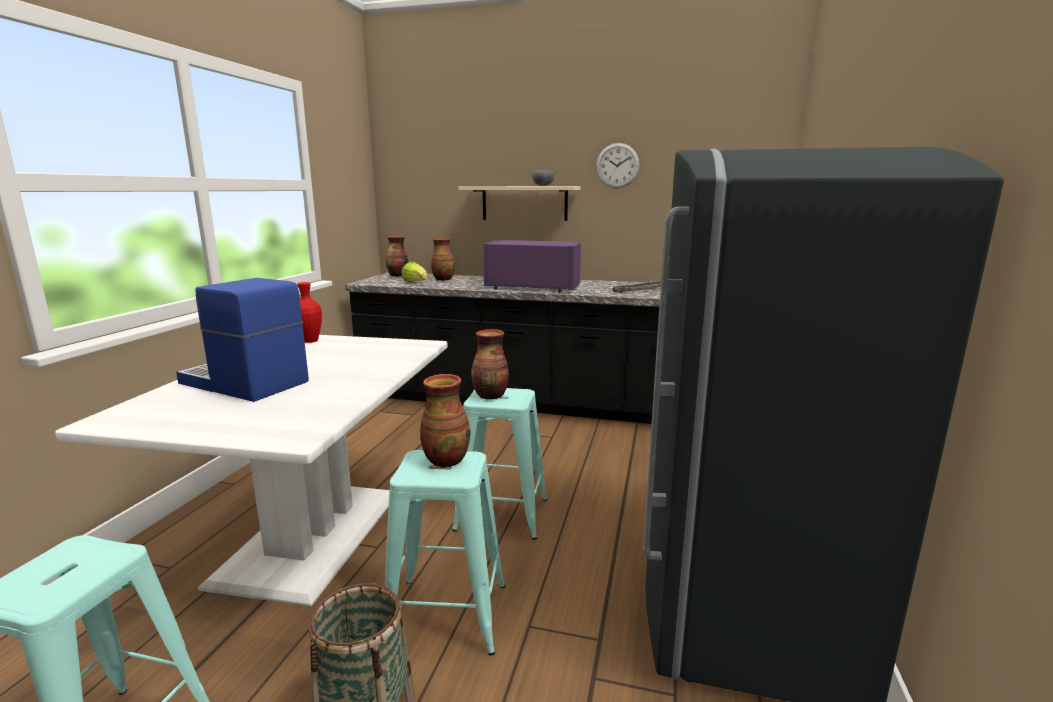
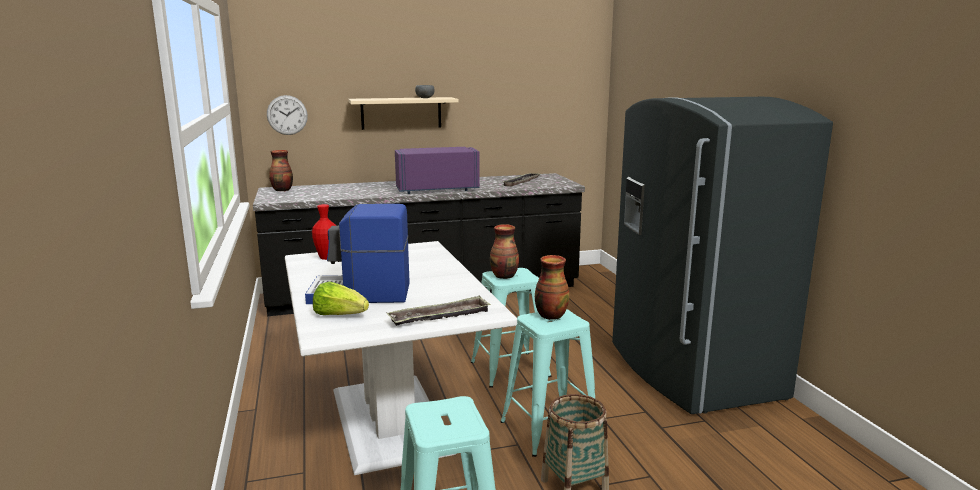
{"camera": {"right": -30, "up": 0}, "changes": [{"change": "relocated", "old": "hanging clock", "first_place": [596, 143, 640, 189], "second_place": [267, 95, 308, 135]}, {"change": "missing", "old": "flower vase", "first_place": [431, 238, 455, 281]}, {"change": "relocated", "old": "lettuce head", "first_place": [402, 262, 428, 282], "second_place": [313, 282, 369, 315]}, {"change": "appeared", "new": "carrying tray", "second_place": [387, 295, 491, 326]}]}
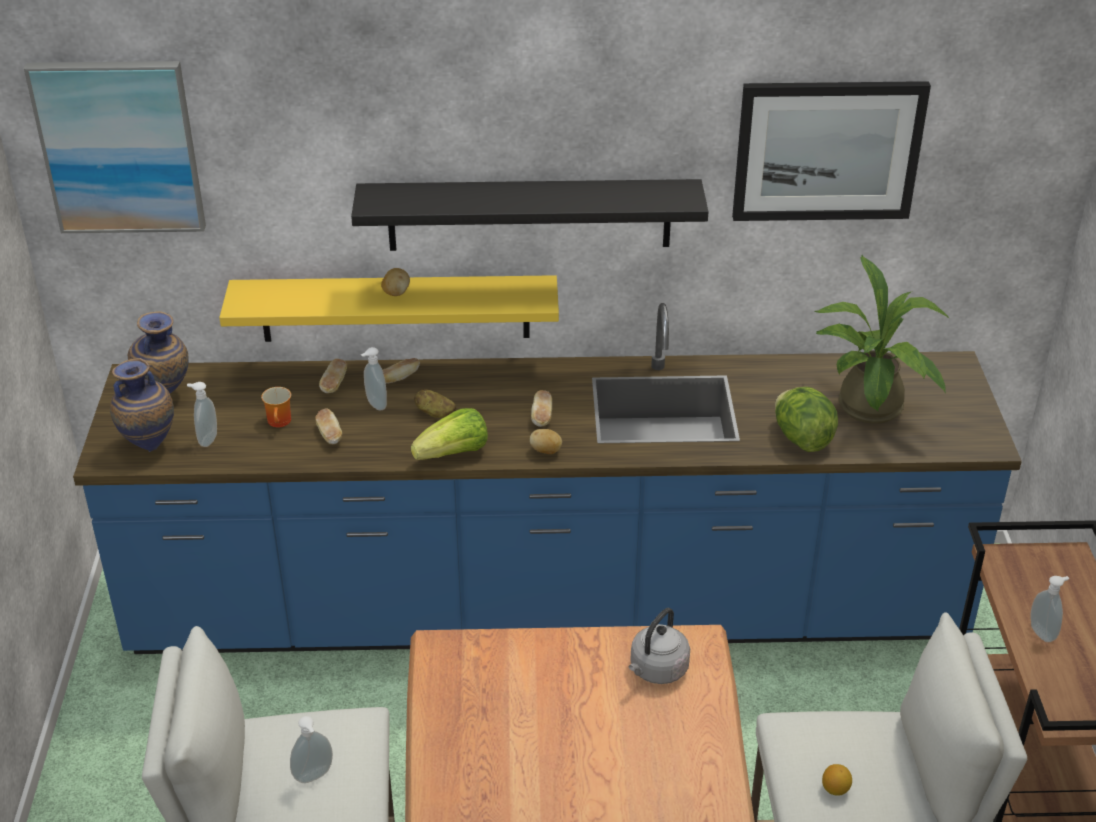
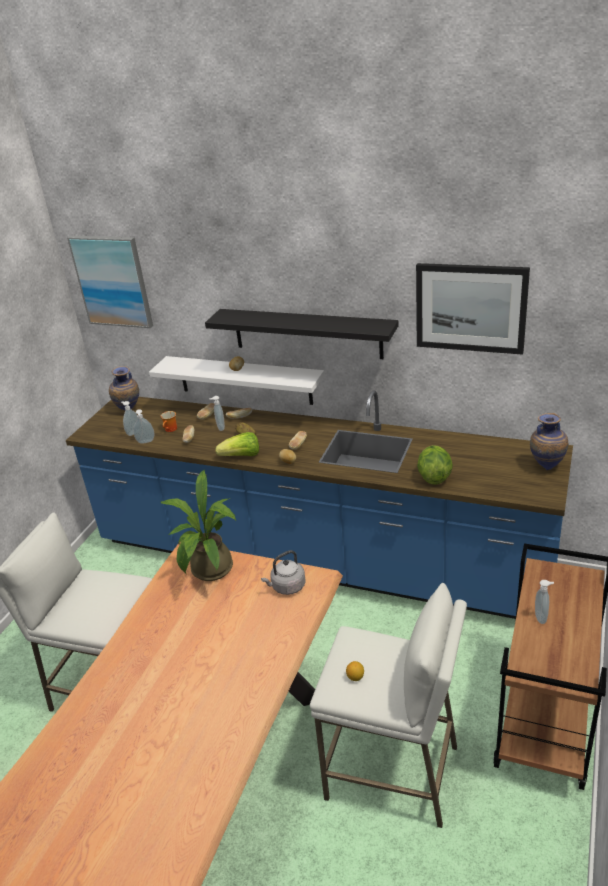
{"camera": {"right": 25, "up": -5}, "changes": [{"change": "relocated", "old": "plant in a pot", "first_place": [815, 254, 950, 424], "second_place": [160, 470, 236, 581]}, {"change": "colour", "old": "yellow wall shelf", "new": "white-coloured wall shelf", "first_place": [219, 275, 559, 342], "second_place": [149, 356, 325, 405]}, {"change": "relocated", "old": "flower vase", "first_place": [110, 358, 174, 452], "second_place": [530, 413, 569, 470]}, {"change": "relocated", "old": "liquid soap bottle", "first_place": [290, 716, 333, 783], "second_place": [133, 409, 154, 444]}]}
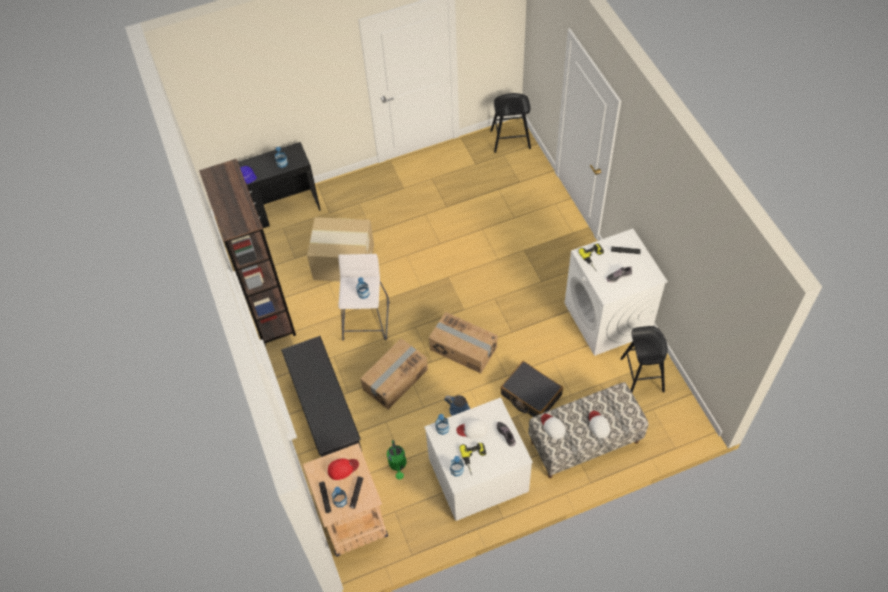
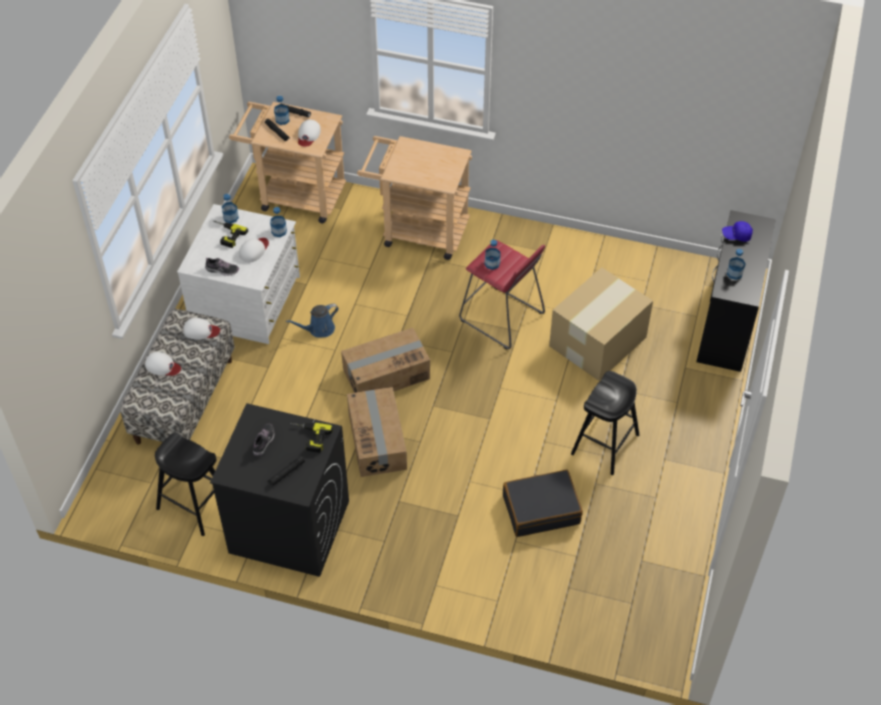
{"camera": {"right": 125, "up": -5}, "changes": [{"change": "relocated", "old": "black-coloured stool", "first_place": [490, 93, 531, 153], "second_place": [571, 371, 639, 475]}, {"change": "missing", "old": "brown bookcase", "first_place": [199, 159, 296, 346]}, {"change": "colour", "old": "white-coloured washing machine", "new": "black-coloured washing machine", "first_place": [565, 229, 668, 356], "second_place": [210, 403, 349, 577]}, {"change": "colour", "old": "white-coloured stool", "new": "red-coloured stool", "first_place": [338, 254, 390, 341], "second_place": [459, 240, 545, 350]}, {"change": "exchanged", "old": "black-coloured shoe rack", "new": "beige-coloured trolley", "first_place": [281, 336, 362, 457], "second_place": [357, 136, 472, 260]}, {"change": "relocated", "old": "carton", "first_place": [360, 339, 428, 410], "second_place": [347, 387, 407, 477]}, {"change": "relocated", "old": "black-coloured travel case", "first_place": [500, 361, 563, 417], "second_place": [503, 470, 583, 537]}, {"change": "missing", "old": "green-coloured watering pot", "first_place": [387, 440, 407, 479]}, {"change": "colour", "old": "red-coloured baseball cap", "new": "white-coloured baseball cap", "first_place": [328, 458, 359, 480], "second_place": [298, 120, 321, 146]}]}
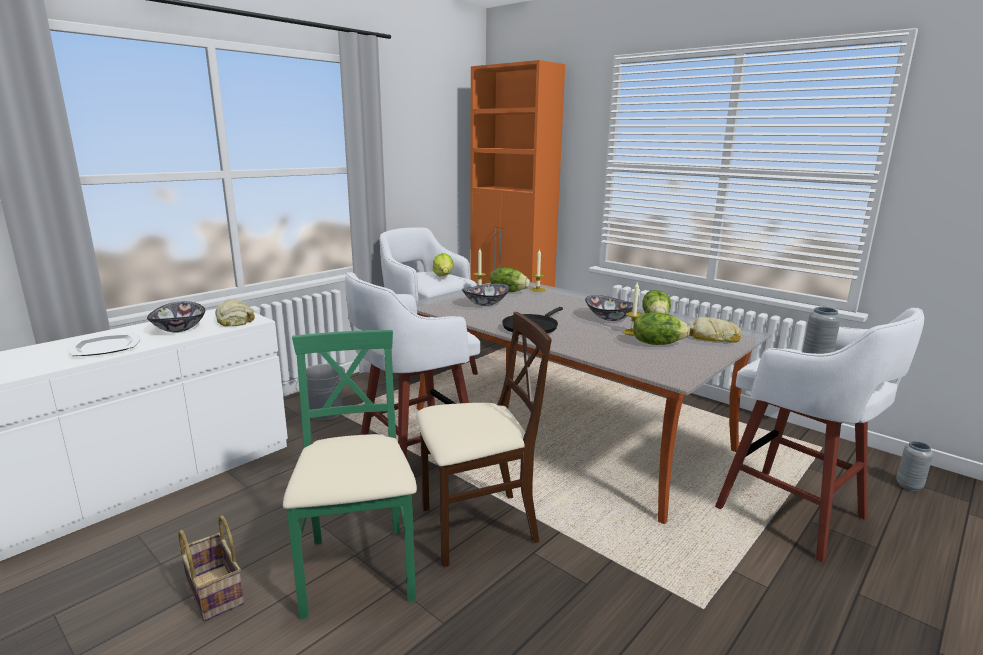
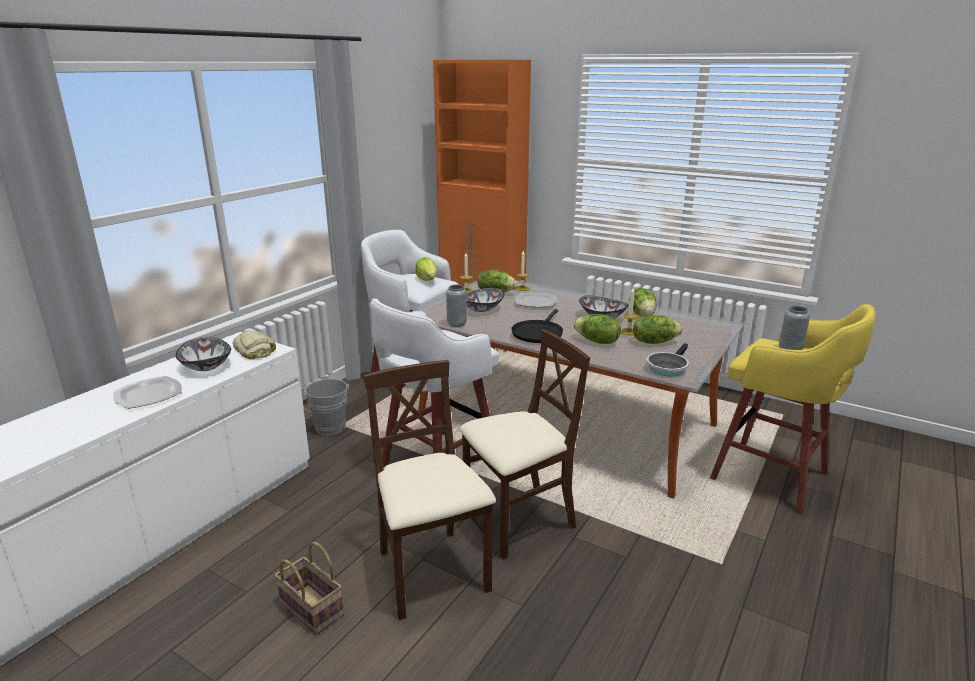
{"camera": {"right": -10, "up": 5}, "changes": [{"change": "colour", "old": "white-coloured stool", "new": "yellow stool", "first_place": [715, 308, 924, 563], "second_place": [710, 304, 876, 515]}, {"change": "missing", "old": "bakery bread", "first_place": [688, 317, 742, 342]}, {"change": "colour", "old": "green-coloured chair", "new": "beige-coloured chair", "first_place": [283, 330, 417, 619], "second_place": [363, 360, 496, 620]}, {"change": "relocated", "old": "gray flower vase", "first_place": [896, 441, 933, 491], "second_place": [446, 285, 467, 327]}, {"change": "appeared", "new": "plate", "second_place": [514, 292, 557, 307]}, {"change": "appeared", "new": "lettuce head", "second_place": [574, 314, 621, 344]}, {"change": "appeared", "new": "skillet", "second_place": [646, 343, 689, 377]}]}
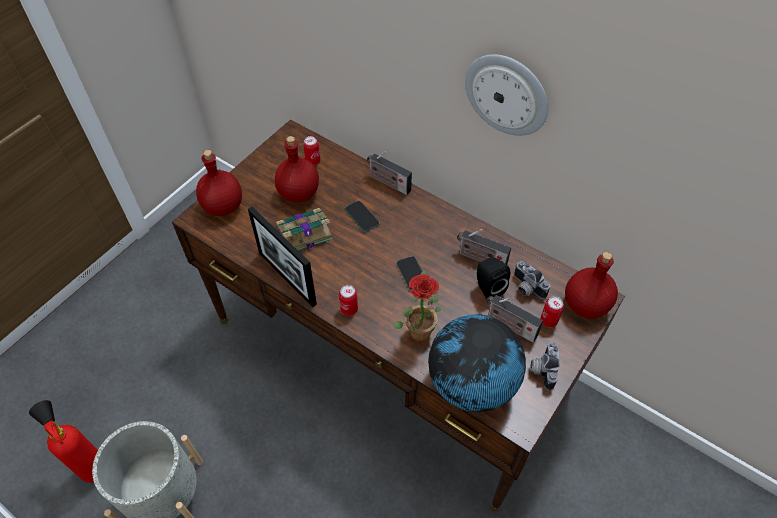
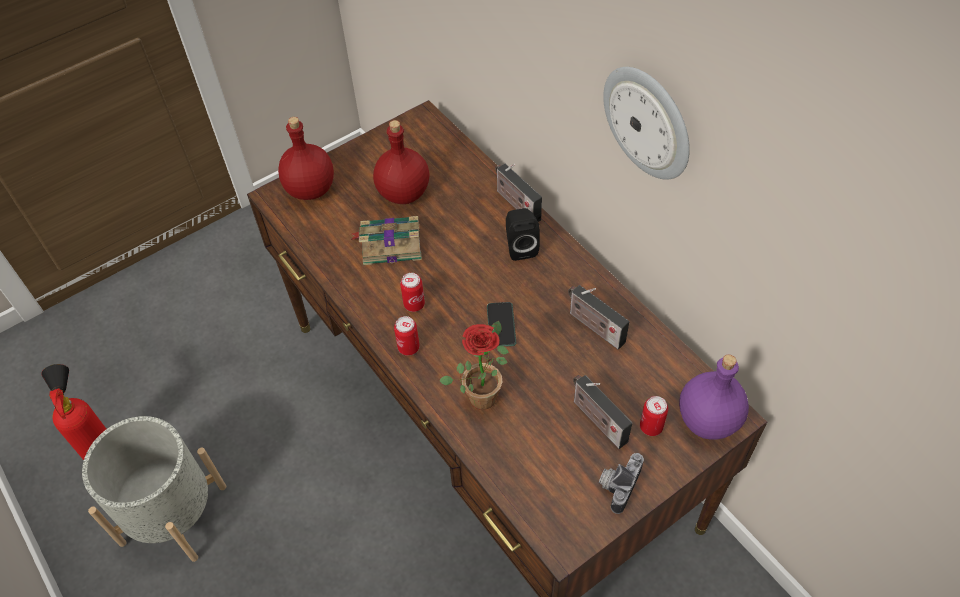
{"camera": {"right": 20, "up": 0}, "changes": [{"change": "relocated", "old": "metal can", "first_place": [303, 136, 321, 166], "second_place": [400, 273, 425, 312]}, {"change": "missing", "old": "telephone", "first_place": [344, 201, 380, 232]}, {"change": "missing", "old": "photo frame", "first_place": [248, 207, 317, 307]}, {"change": "colour", "old": "red-coloured beverage bottle", "new": "purple-coloured beverage bottle", "first_place": [565, 252, 618, 319], "second_place": [679, 355, 749, 439]}, {"change": "relocated", "old": "black-coloured speaker", "first_place": [477, 257, 510, 301], "second_place": [506, 208, 540, 261]}, {"change": "missing", "old": "still camera", "first_place": [514, 261, 550, 299]}, {"change": "missing", "old": "desk globe", "first_place": [428, 314, 526, 412]}]}
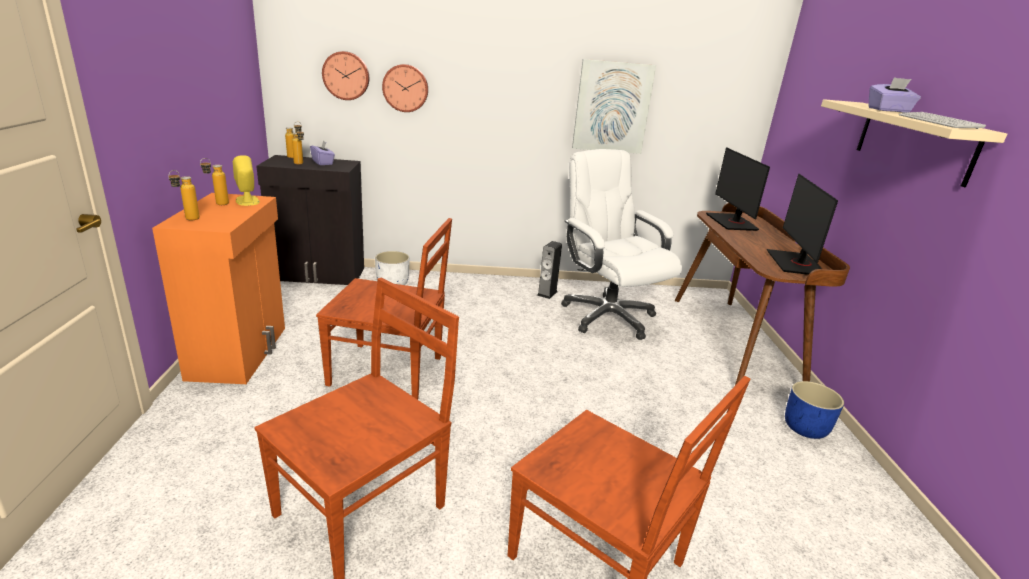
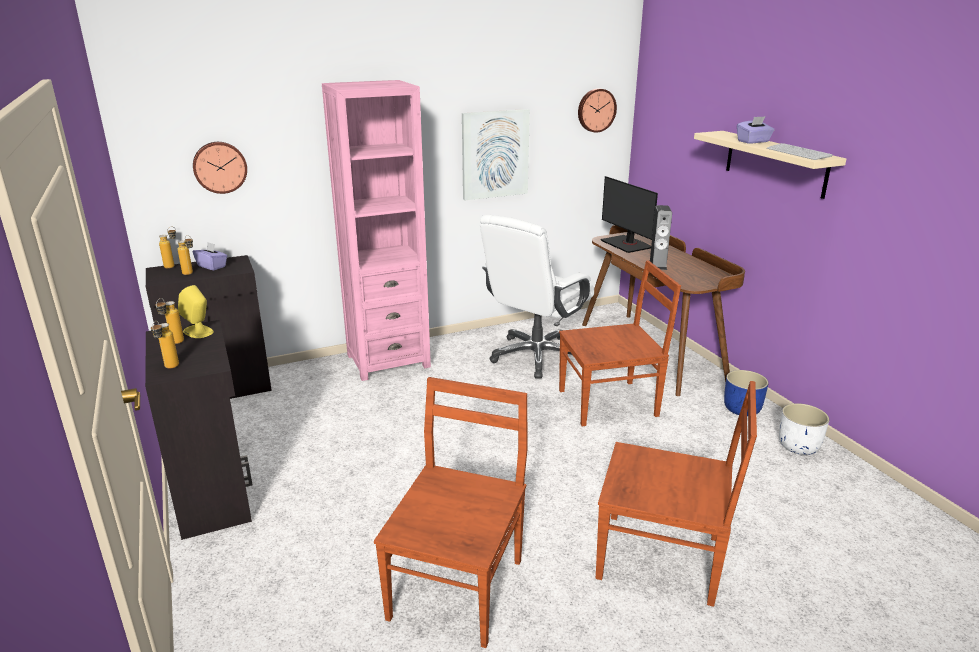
{"camera": {"right": -20, "up": 0}, "changes": [{"change": "relocated", "old": "hanging clock", "first_place": [382, 64, 428, 112], "second_place": [578, 88, 617, 133]}, {"change": "spun", "old": "white-coloured desk chair", "first_place": [561, 149, 682, 340], "second_place": [480, 215, 594, 378], "degrees": -90}, {"change": "missing", "old": "monitor", "first_place": [767, 174, 838, 275]}, {"change": "colour", "old": "orange storage cabinet", "new": "black-coloured storage cabinet", "first_place": [152, 193, 285, 384], "second_place": [145, 320, 252, 540]}, {"change": "relocated", "old": "brown chair", "first_place": [316, 218, 452, 400], "second_place": [559, 260, 681, 426]}, {"change": "relocated", "old": "speaker", "first_place": [537, 241, 562, 299], "second_place": [649, 205, 672, 270]}, {"change": "relocated", "old": "white-coloured plant pot", "first_place": [375, 251, 410, 285], "second_place": [779, 403, 829, 455]}, {"change": "appeared", "new": "pinkish bookcase", "second_place": [322, 80, 431, 381]}]}
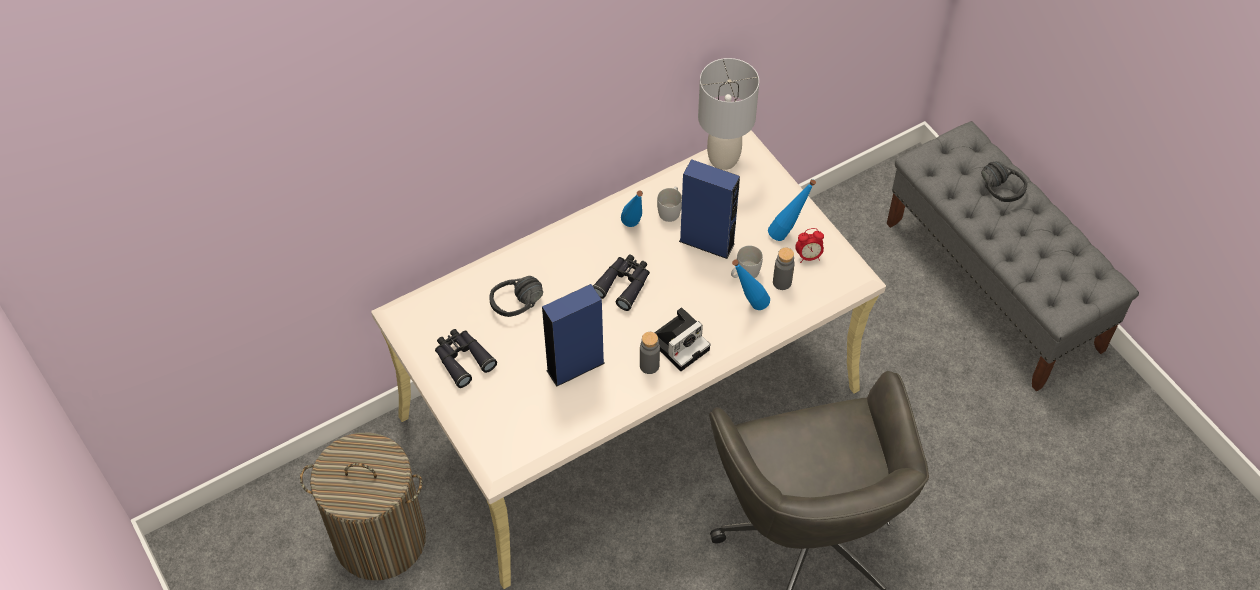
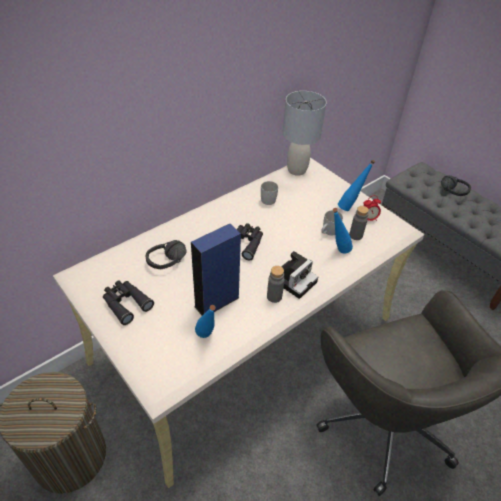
{"camera": {"right": -10, "up": -10}, "changes": [{"change": "missing", "old": "blue-coloured speaker", "first_place": [679, 159, 740, 259]}, {"change": "relocated", "old": "blue-coloured beverage bottle", "first_place": [621, 191, 643, 227], "second_place": [195, 305, 216, 338]}]}
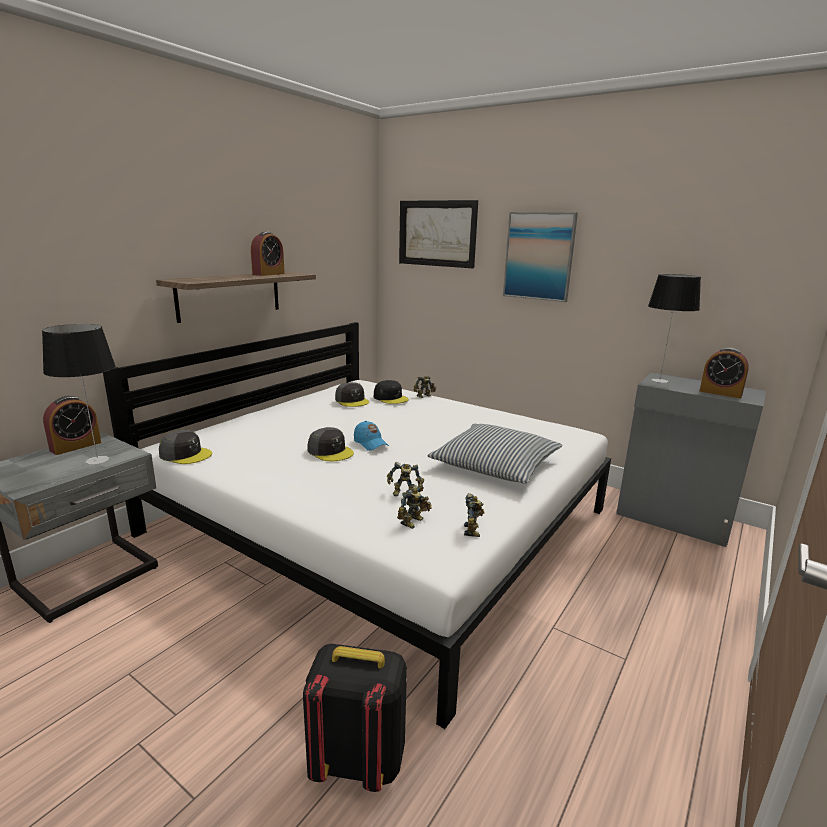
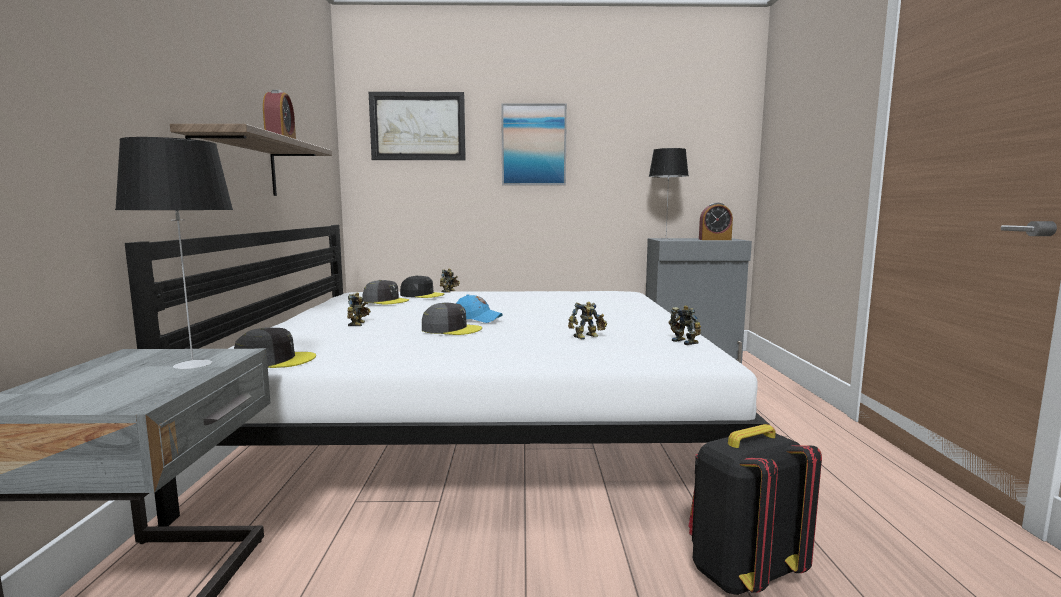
{"camera": {"right": -35, "up": -10}, "changes": [{"change": "missing", "old": "bedside clock", "first_place": [43, 396, 101, 455]}, {"change": "missing", "old": "pillow", "first_place": [428, 424, 562, 484]}, {"change": "relocated", "old": "toy robot", "first_place": [397, 485, 431, 529], "second_place": [347, 292, 371, 326]}]}
